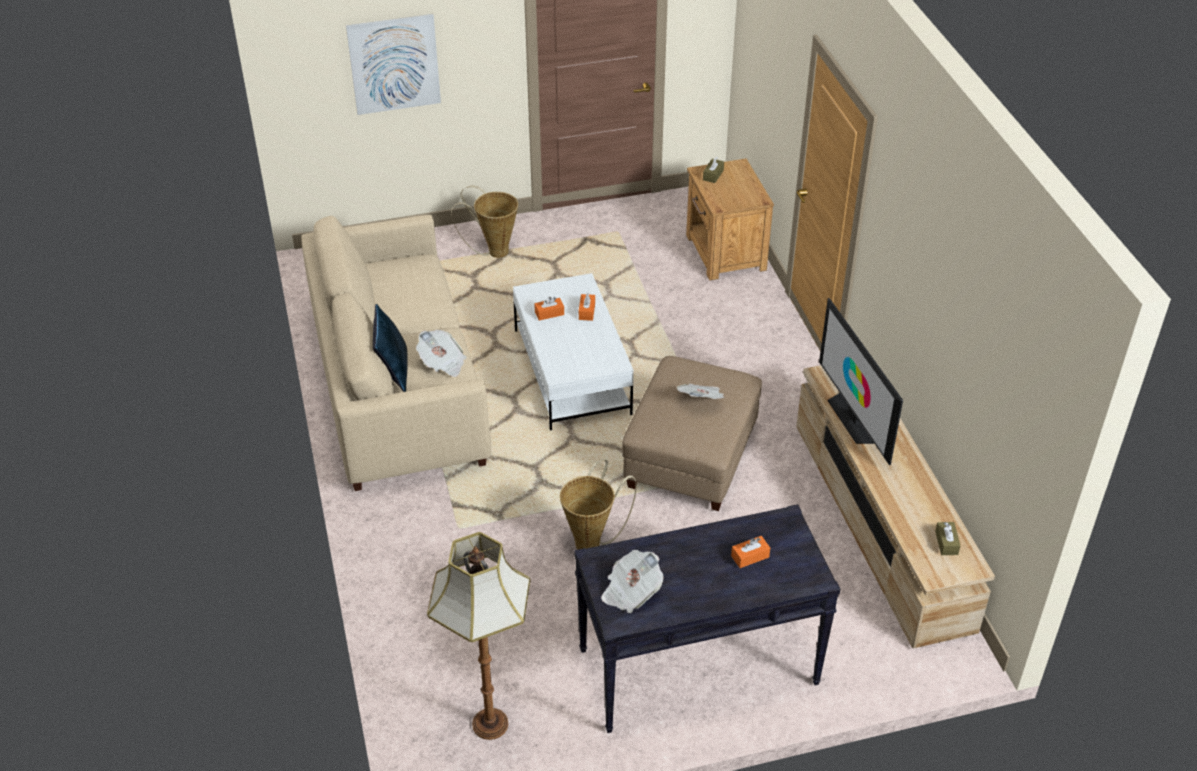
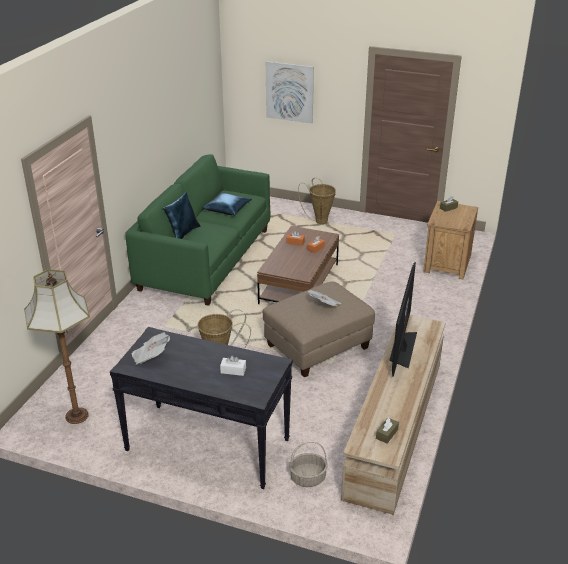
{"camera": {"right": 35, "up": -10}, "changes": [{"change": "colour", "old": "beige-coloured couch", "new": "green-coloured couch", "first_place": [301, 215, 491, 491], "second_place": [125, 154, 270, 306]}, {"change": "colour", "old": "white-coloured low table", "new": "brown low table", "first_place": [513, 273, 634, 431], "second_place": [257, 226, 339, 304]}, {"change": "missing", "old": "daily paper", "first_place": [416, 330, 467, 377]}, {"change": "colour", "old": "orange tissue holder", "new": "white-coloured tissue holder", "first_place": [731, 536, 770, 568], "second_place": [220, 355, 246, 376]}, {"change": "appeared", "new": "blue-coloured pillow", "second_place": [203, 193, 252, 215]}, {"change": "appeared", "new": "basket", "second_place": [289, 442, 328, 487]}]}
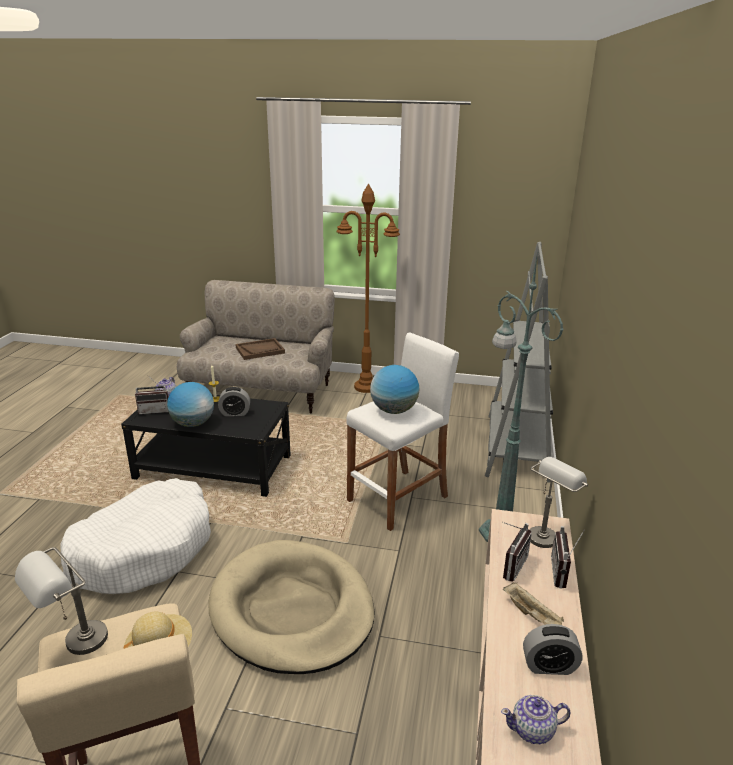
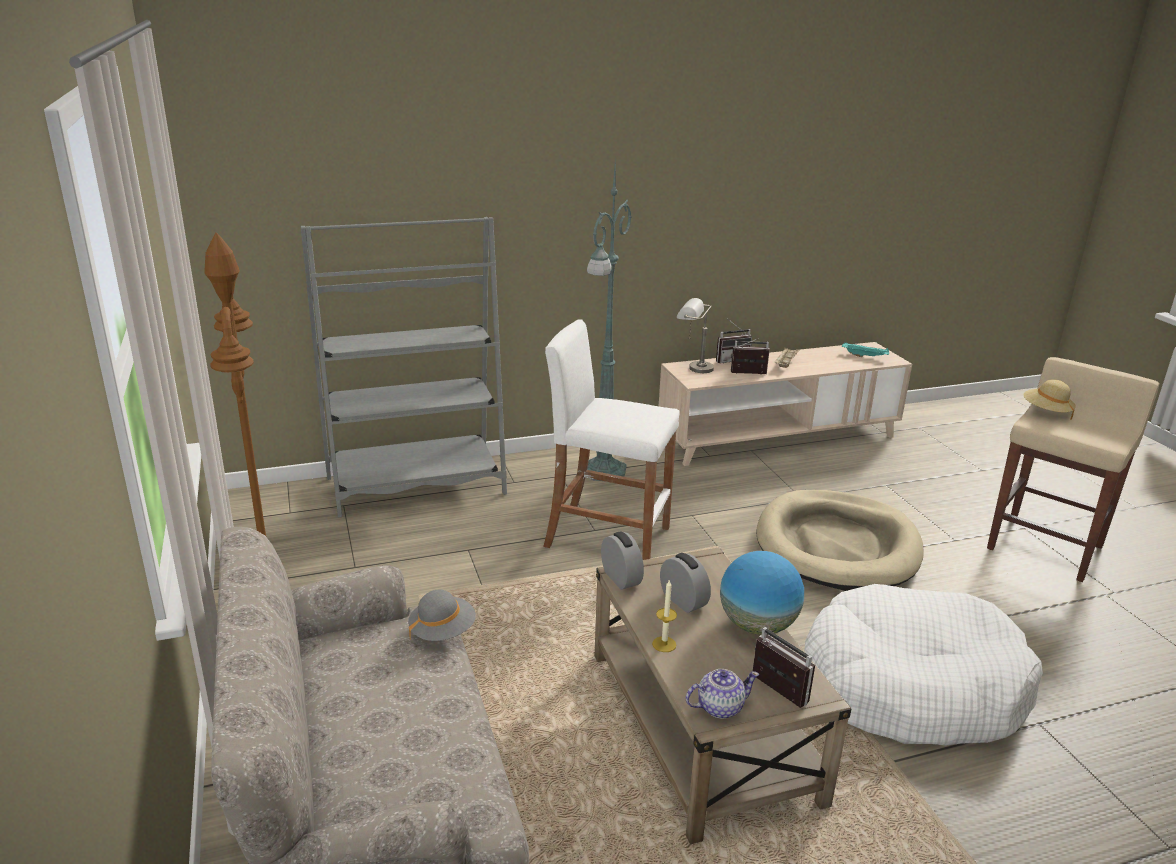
{"camera": {"right": -120, "up": 0}, "changes": [{"change": "missing", "old": "brown carrying tray", "first_place": [235, 338, 285, 360]}, {"change": "missing", "old": "desk globe", "first_place": [370, 365, 419, 414]}, {"change": "colour", "old": "black-coloured low table", "new": "beige-coloured low table", "first_place": [121, 394, 291, 497], "second_place": [595, 548, 852, 844]}, {"change": "missing", "old": "gray tabletop lamp", "first_place": [15, 547, 108, 655]}, {"change": "relocated", "old": "bedside clock", "first_place": [523, 624, 583, 675], "second_place": [601, 532, 644, 590]}, {"change": "exchanged", "old": "tea pot", "new": "blue-green carrying tray", "first_place": [501, 695, 571, 744], "second_place": [842, 343, 889, 357]}, {"change": "appeared", "new": "gray hat", "second_place": [408, 590, 476, 641]}]}
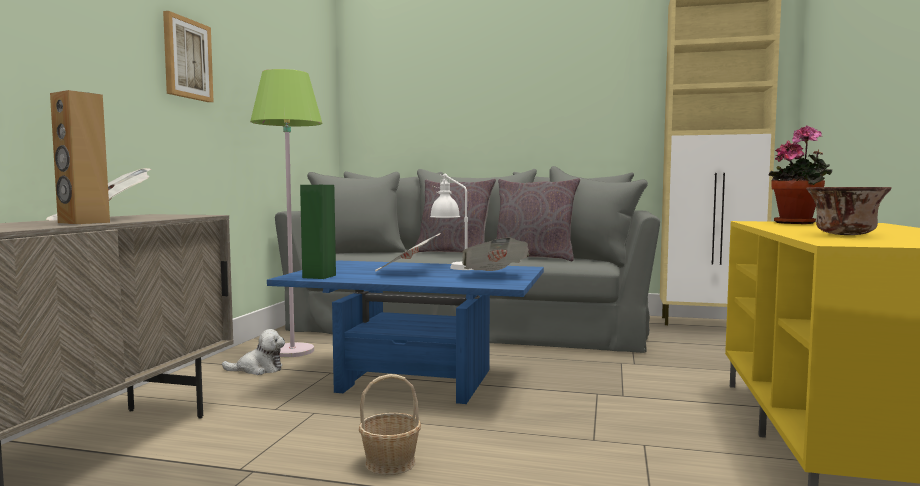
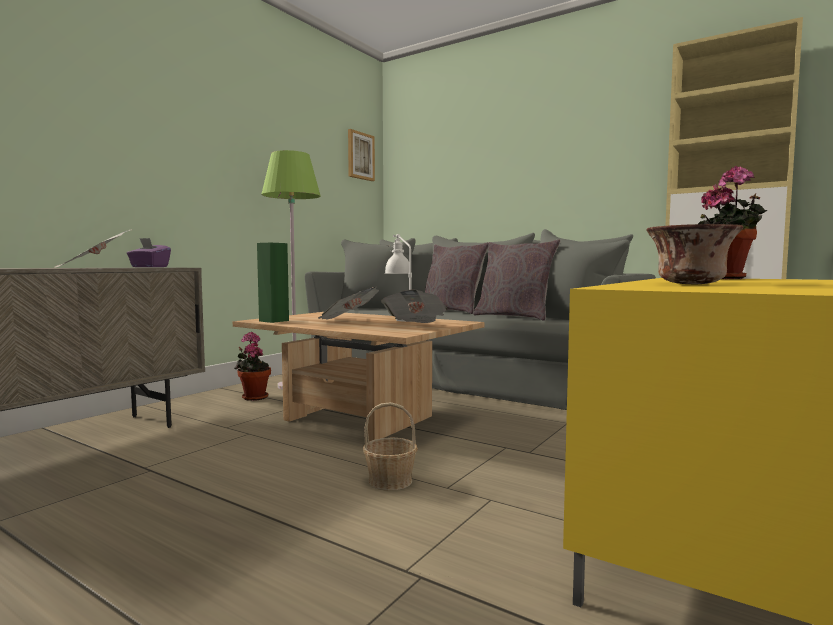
{"camera": {"right": 20, "up": 0}, "changes": [{"change": "relocated", "old": "wall art", "first_place": [163, 11, 214, 102], "second_place": [348, 129, 375, 181]}, {"change": "missing", "old": "brown speaker", "first_place": [50, 90, 110, 224]}, {"change": "colour", "old": "blue-coloured low table", "new": "beige-coloured low table", "first_place": [267, 260, 544, 404], "second_place": [233, 312, 484, 441]}, {"change": "exchanged", "old": "cuddly toy", "new": "plant in a pot", "first_place": [222, 329, 285, 375], "second_place": [234, 332, 271, 401]}, {"change": "relocated", "old": "basket", "first_place": [359, 374, 421, 475], "second_place": [363, 402, 418, 491]}, {"change": "appeared", "new": "purple-coloured tissue holder", "second_place": [127, 238, 171, 267]}]}
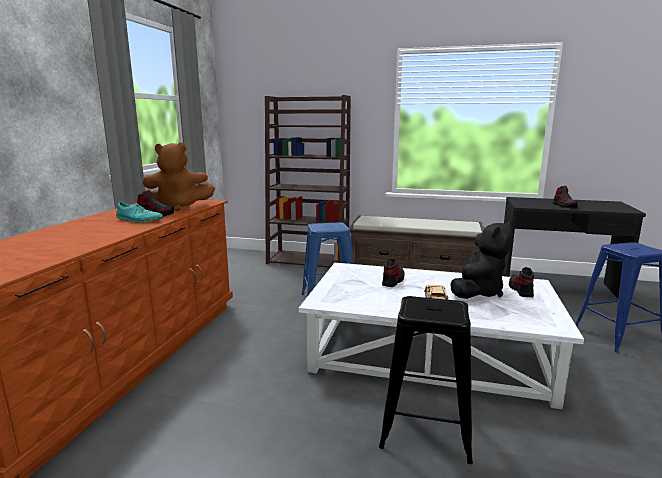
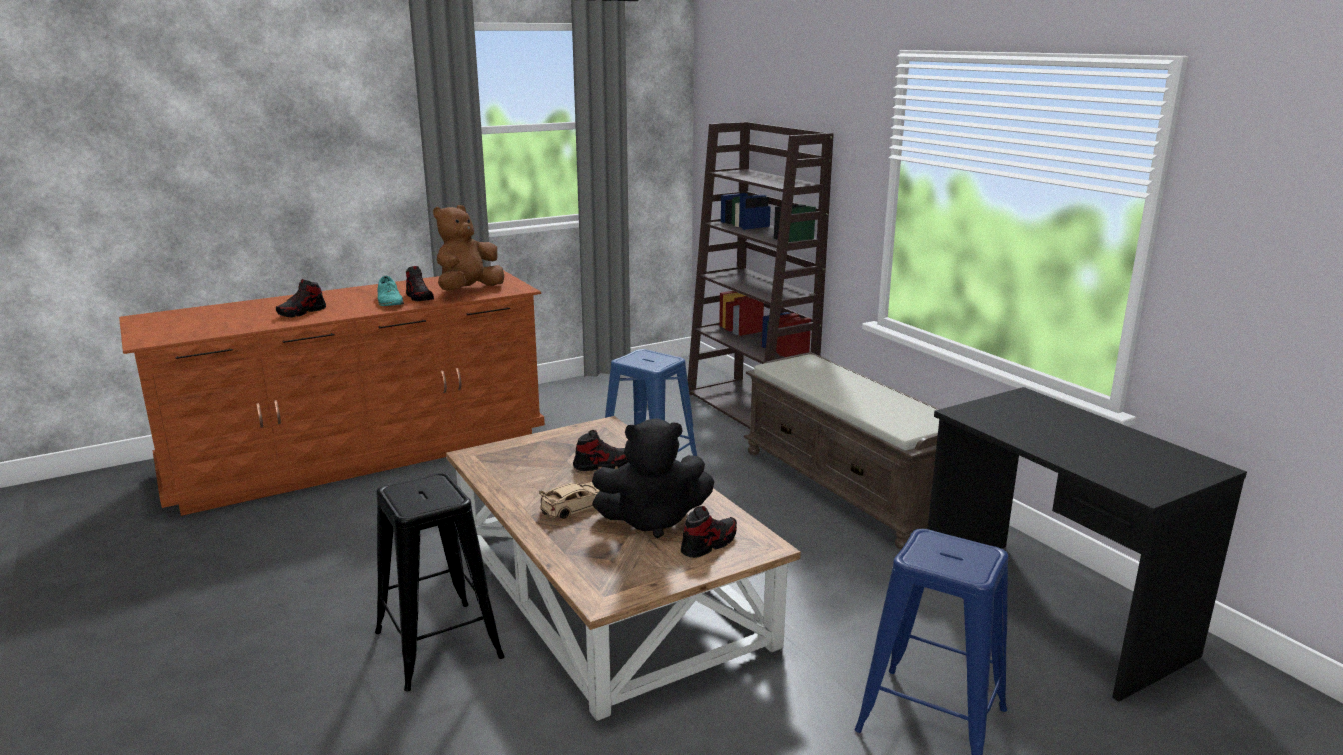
{"camera": {"right": 45, "up": 5}, "changes": [{"change": "spun", "old": "brown cuddly toy", "first_place": [142, 142, 215, 211], "second_place": [433, 205, 504, 290], "degrees": 90}, {"change": "relocated", "old": "item of footwear", "first_place": [553, 186, 578, 208], "second_place": [276, 279, 326, 317]}, {"change": "colour", "old": "white-coloured low table", "new": "brown low table", "first_place": [299, 263, 584, 410], "second_place": [446, 416, 801, 721]}]}
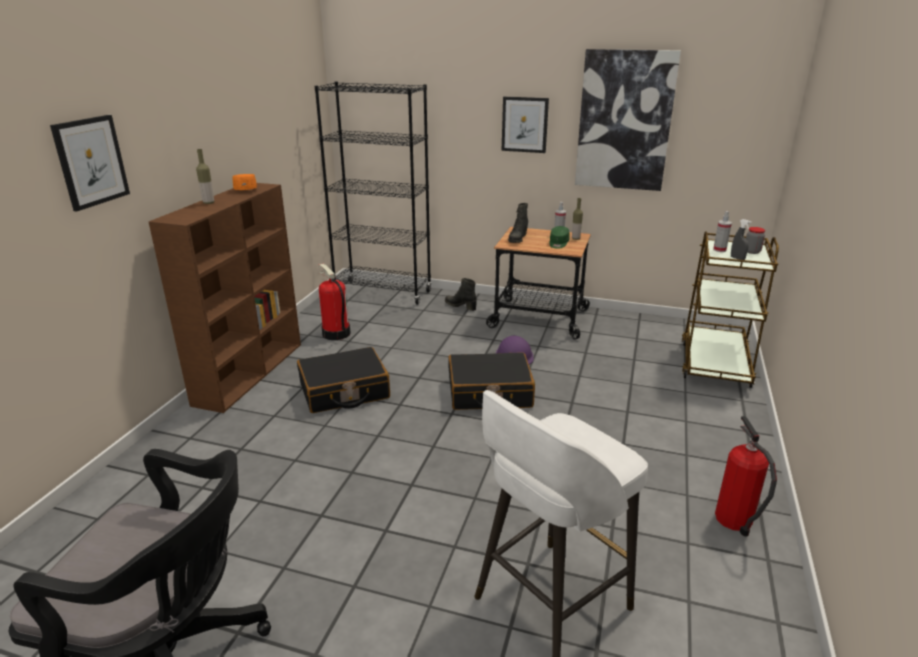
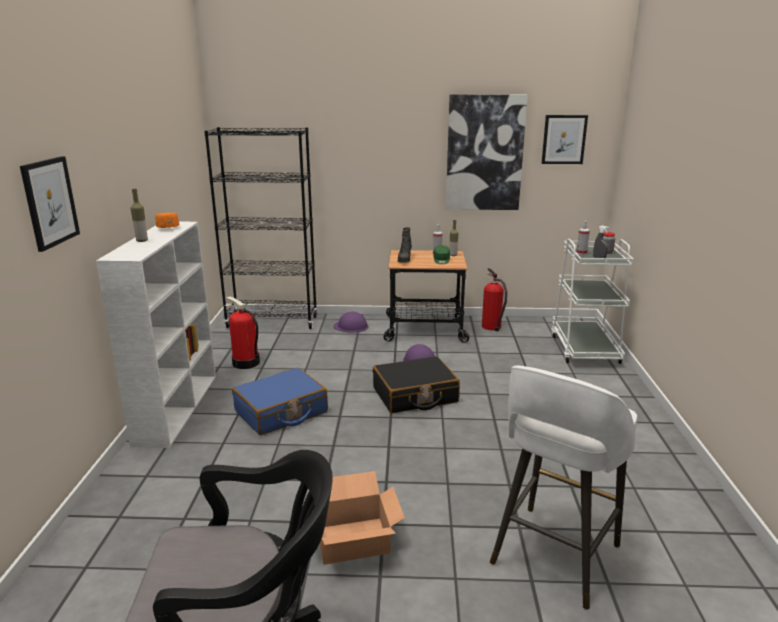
{"camera": {"right": -15, "up": -5}, "changes": [{"change": "relocated", "old": "wall art", "first_place": [502, 97, 549, 153], "second_place": [541, 115, 588, 164]}, {"change": "colour", "old": "brown bookcase", "new": "white-coloured bookcase", "first_place": [149, 183, 301, 413], "second_place": [96, 222, 216, 448]}, {"change": "colour", "old": "brown trolley", "new": "white-coloured trolley", "first_place": [682, 231, 779, 388], "second_place": [551, 239, 634, 364]}, {"change": "exchanged", "old": "black-coloured boot", "new": "purple-coloured hard hat", "first_place": [445, 278, 477, 311], "second_place": [333, 312, 369, 333]}, {"change": "colour", "old": "black-coloured travel case", "new": "blue-coloured travel case", "first_place": [297, 347, 390, 413], "second_place": [232, 368, 328, 435]}, {"change": "relocated", "old": "fire extinguisher", "first_place": [715, 416, 777, 537], "second_place": [482, 268, 507, 332]}, {"change": "appeared", "new": "carton", "second_place": [302, 471, 405, 565]}]}
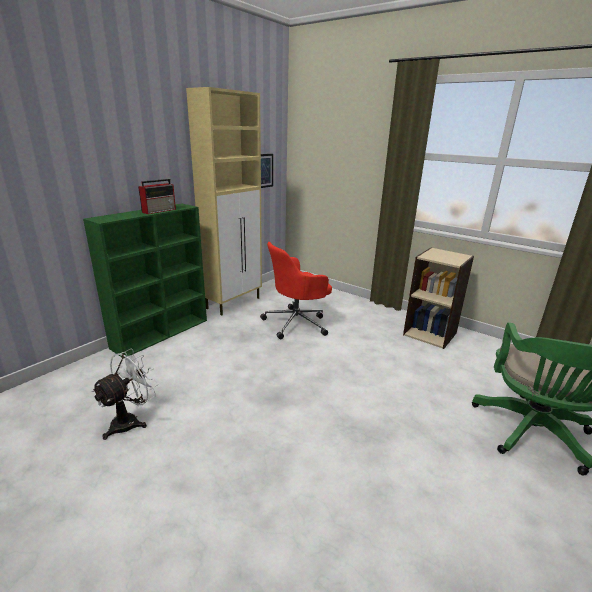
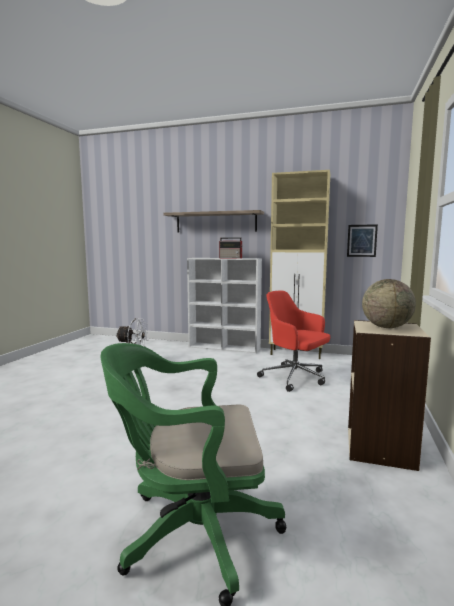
{"camera": {"right": 70, "up": -15}, "changes": [{"change": "colour", "old": "green-coloured bookcase", "new": "white-coloured bookcase", "first_place": [83, 203, 207, 359], "second_place": [187, 258, 262, 353]}, {"change": "appeared", "new": "wall shelf", "second_place": [163, 210, 264, 233]}, {"change": "appeared", "new": "desk globe", "second_place": [362, 279, 416, 328]}]}
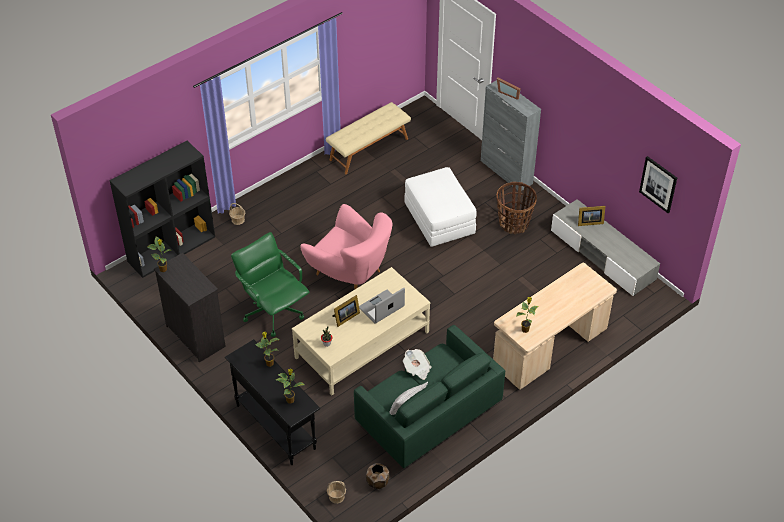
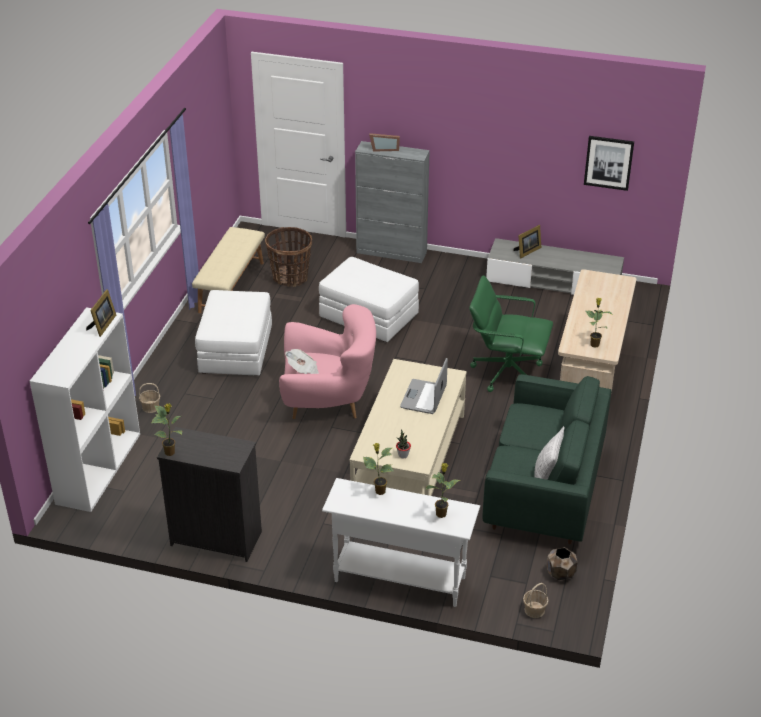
{"camera": {"right": -35, "up": -10}, "changes": [{"change": "colour", "old": "black-coloured bookcase", "new": "white-coloured bookcase", "first_place": [109, 141, 215, 278], "second_place": [30, 307, 140, 512]}, {"change": "relocated", "old": "basket", "first_place": [496, 182, 537, 234], "second_place": [265, 227, 312, 287]}, {"change": "relocated", "old": "green-coloured desk chair", "first_place": [231, 232, 309, 337], "second_place": [469, 275, 553, 392]}, {"change": "relocated", "old": "photo frame", "first_place": [332, 295, 360, 327], "second_place": [86, 289, 116, 337]}, {"change": "colour", "old": "black-coloured console table", "new": "white-coloured console table", "first_place": [225, 339, 321, 465], "second_place": [322, 478, 480, 607]}, {"change": "relocated", "old": "daily paper", "first_place": [403, 349, 432, 380], "second_place": [285, 349, 319, 374]}, {"change": "appeared", "new": "white-coloured pouffe", "second_place": [195, 290, 272, 376]}]}
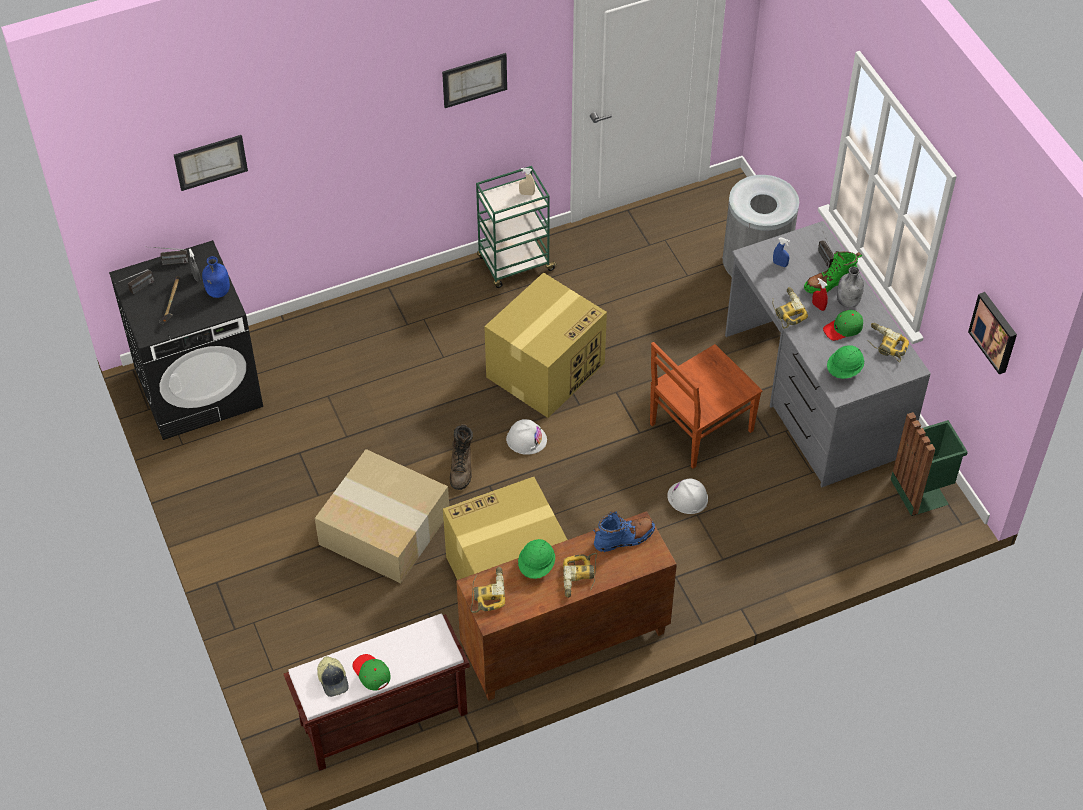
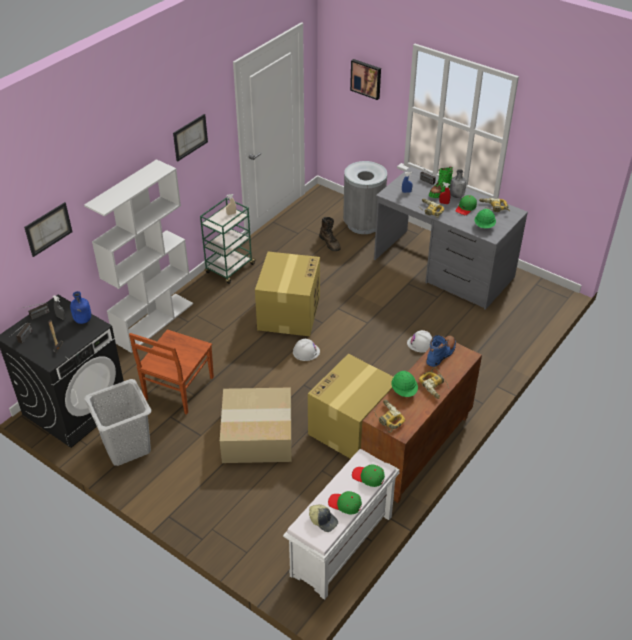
{"camera": {"right": -30, "up": -10}, "changes": [{"change": "relocated", "old": "wall art", "first_place": [968, 292, 1017, 374], "second_place": [350, 59, 381, 100]}, {"change": "relocated", "old": "brown chair", "first_place": [650, 342, 762, 469], "second_place": [129, 329, 214, 415]}, {"change": "missing", "old": "green-coloured waste bin", "first_place": [891, 412, 968, 516]}, {"change": "relocated", "old": "brown boot", "first_place": [450, 424, 473, 490], "second_place": [319, 217, 341, 251]}, {"change": "colour", "old": "brown bench", "new": "white-coloured bench", "first_place": [284, 614, 470, 771], "second_place": [283, 449, 399, 600]}, {"change": "appeared", "new": "white-coloured bookcase", "second_place": [84, 159, 193, 353]}, {"change": "appeared", "new": "gray laundry basket", "second_place": [84, 379, 151, 466]}, {"change": "appeared", "new": "green-coloured baseball cap", "second_place": [352, 464, 385, 487]}]}
